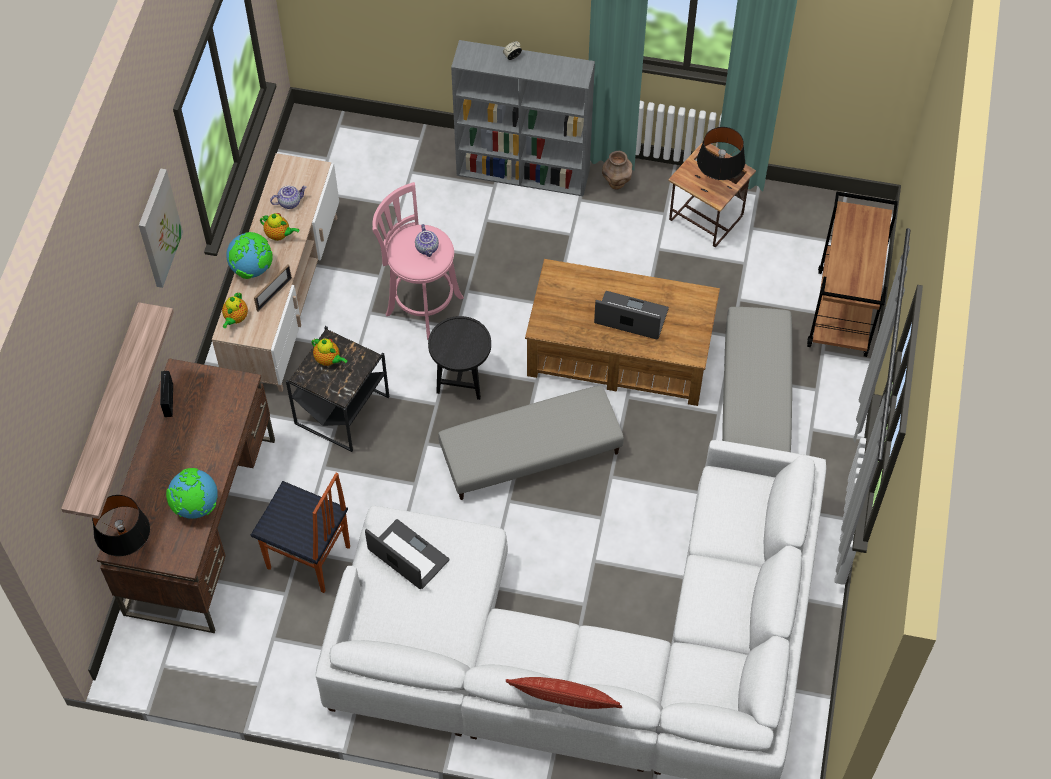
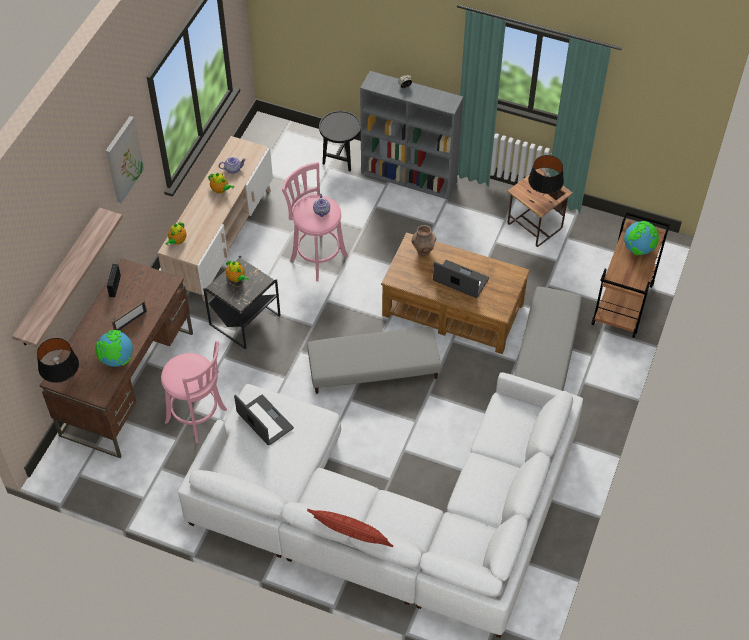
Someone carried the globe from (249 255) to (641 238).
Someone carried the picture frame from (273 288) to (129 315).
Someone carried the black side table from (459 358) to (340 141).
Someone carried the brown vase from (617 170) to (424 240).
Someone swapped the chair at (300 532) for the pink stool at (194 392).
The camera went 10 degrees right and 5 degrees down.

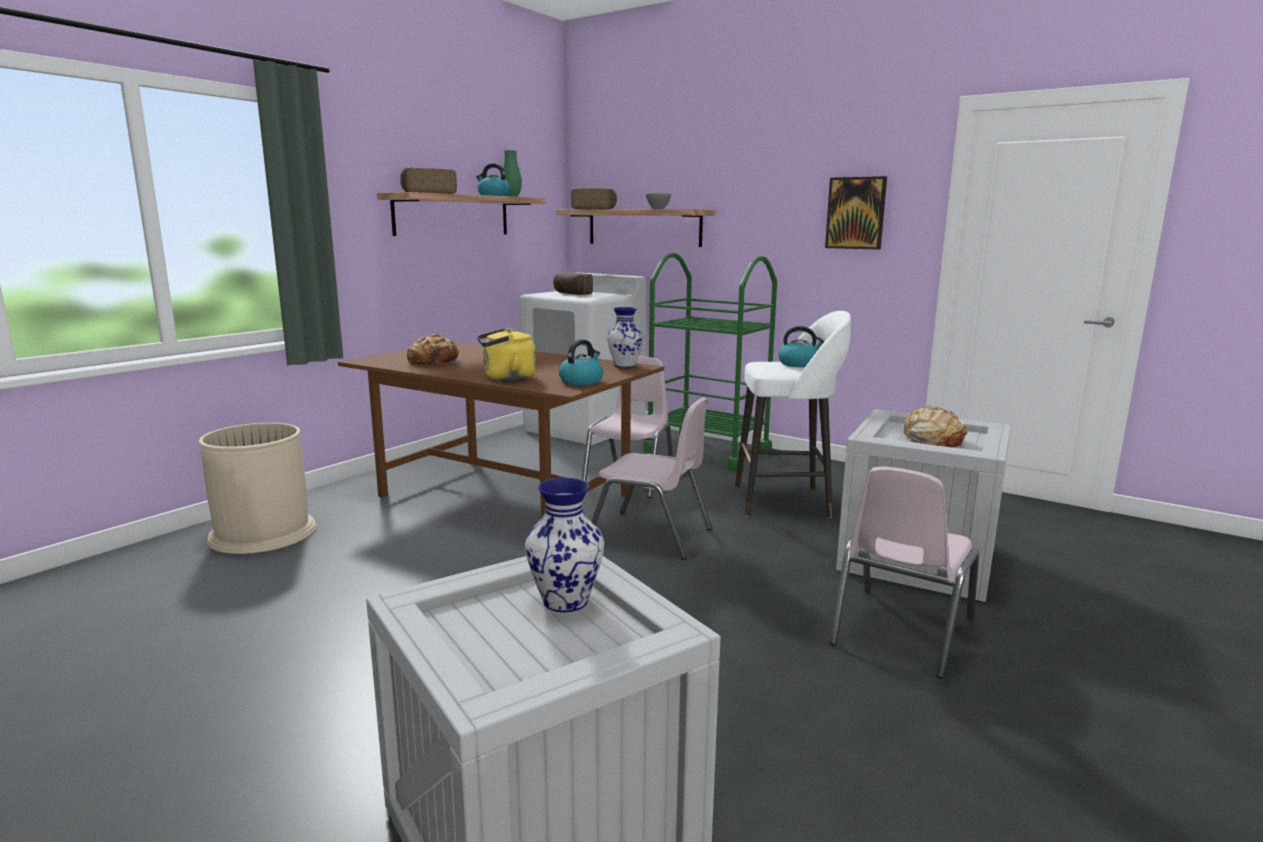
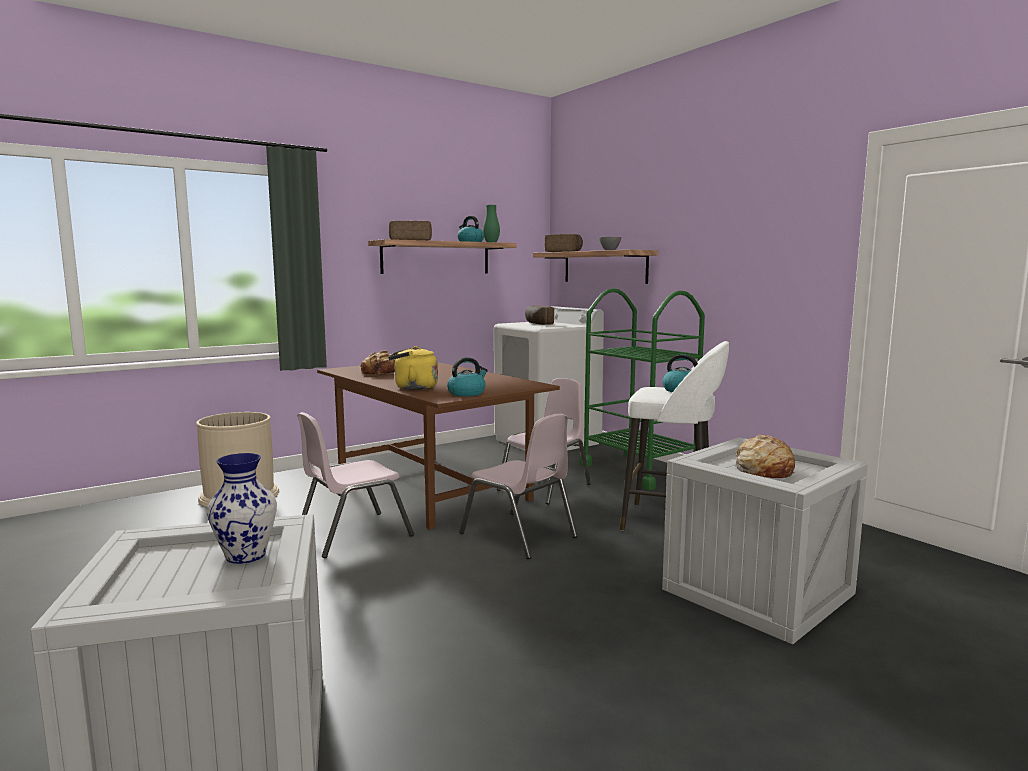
Someone took away the vase at (625 337).
Someone took away the picture at (856 213).
Someone carried the pink chair from (904 573) to (355 485).
The camera went 20 degrees right and 5 degrees down.

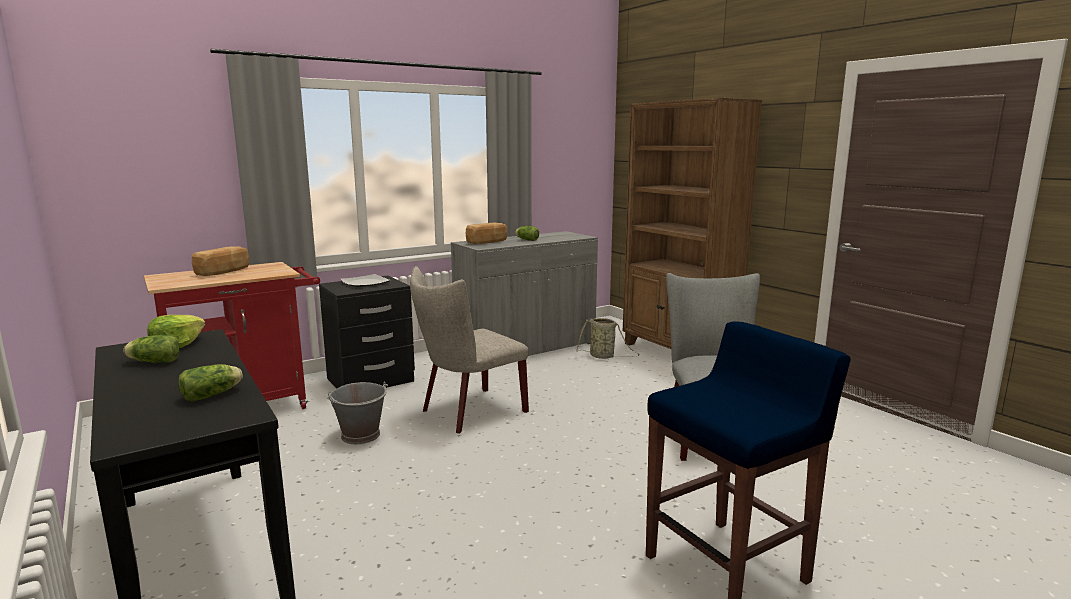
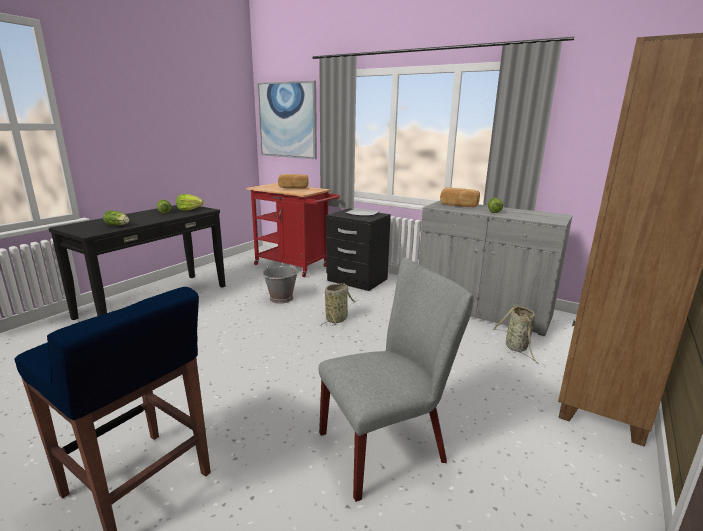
Someone put up the picture at (287 120).
Someone swapped the beige chair at (469 349) for the basket at (338 305).
The camera went 65 degrees right and 5 degrees up.

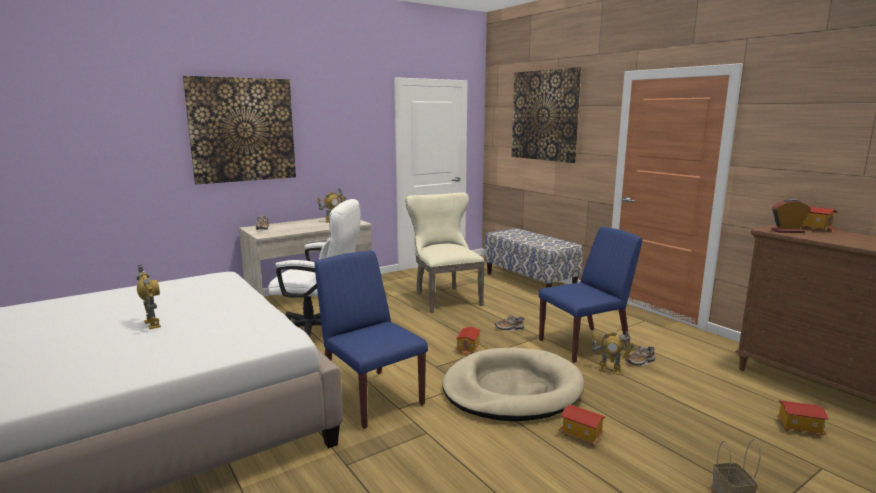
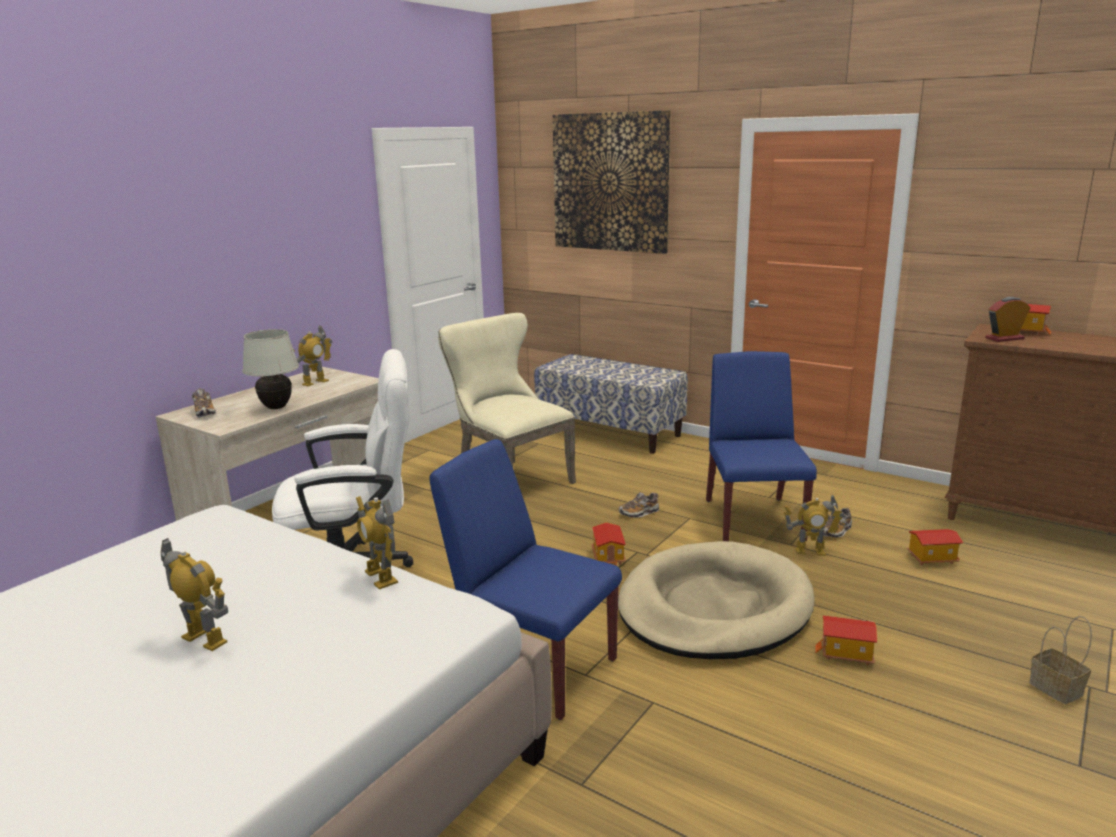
Someone took away the picture at (239 130).
Someone put down the white table lamp at (270 369).
Someone put down the toy robot at (377 542).
Someone carried the toy house from (803 418) to (935 547).
Someone rotated the blue chair at (590 295) by 45 degrees counterclockwise.
The camera went 20 degrees left and 5 degrees up.

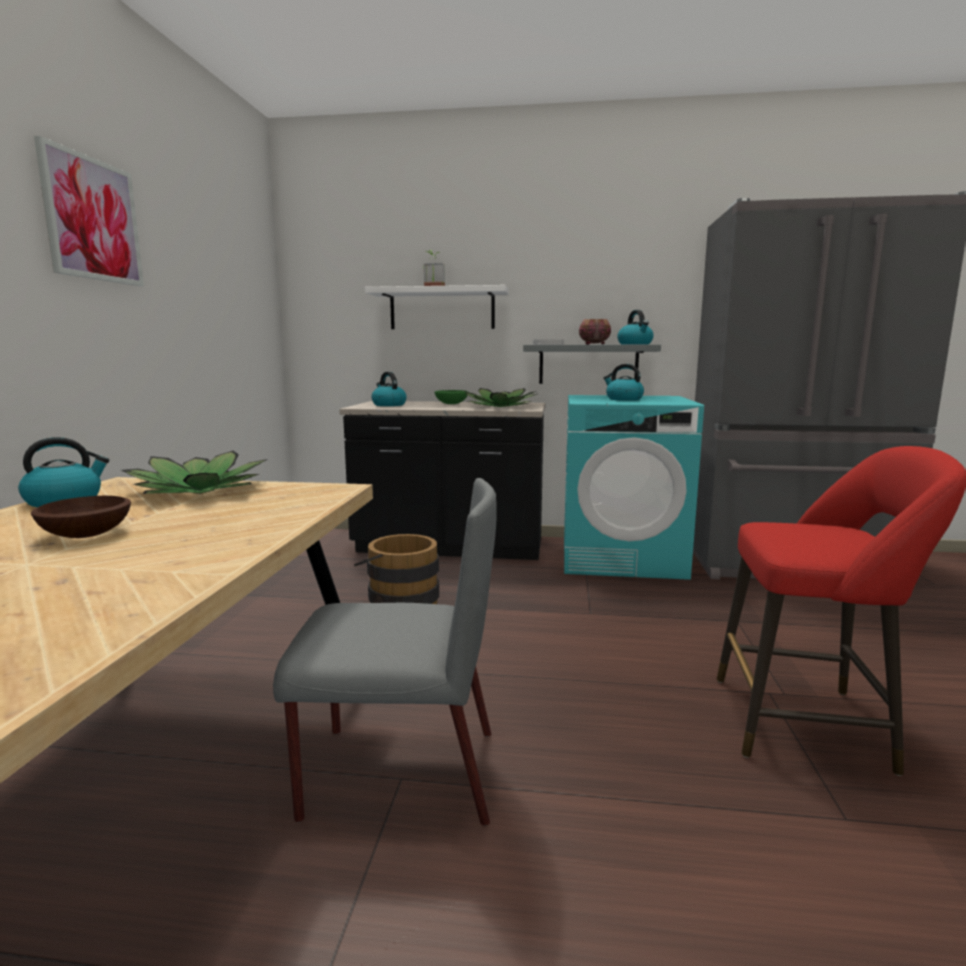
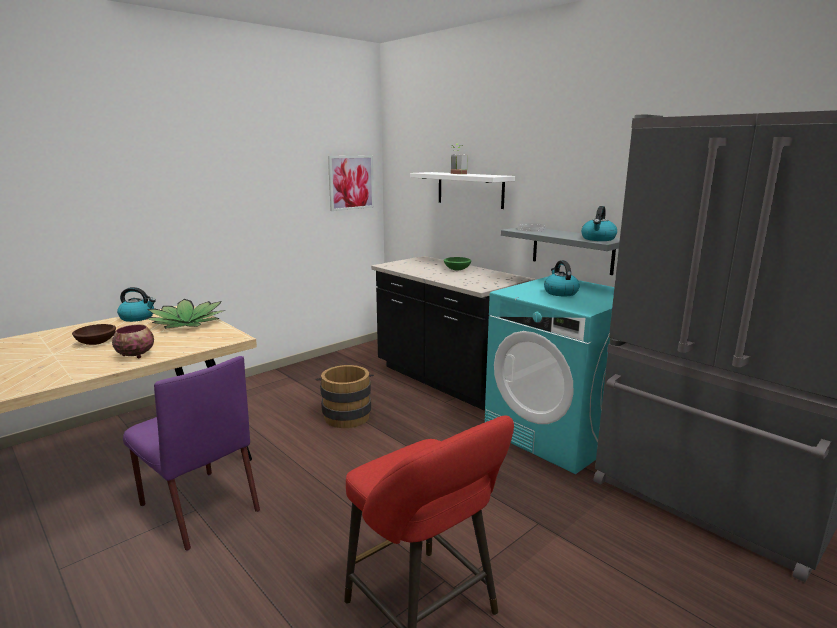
Someone took away the kettle at (389 389).
Someone took away the potted plant at (500 397).
Someone carried the picture from (89 211) to (351 183).
Someone carried the bowl from (595 332) to (133 341).
Someone repainted the grey chair at (385 652), which became the purple chair at (191 453).
The camera went 40 degrees right and 5 degrees up.

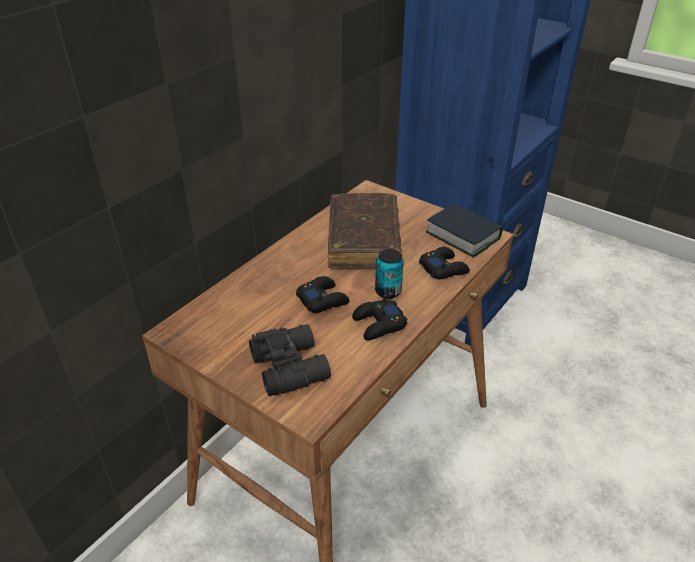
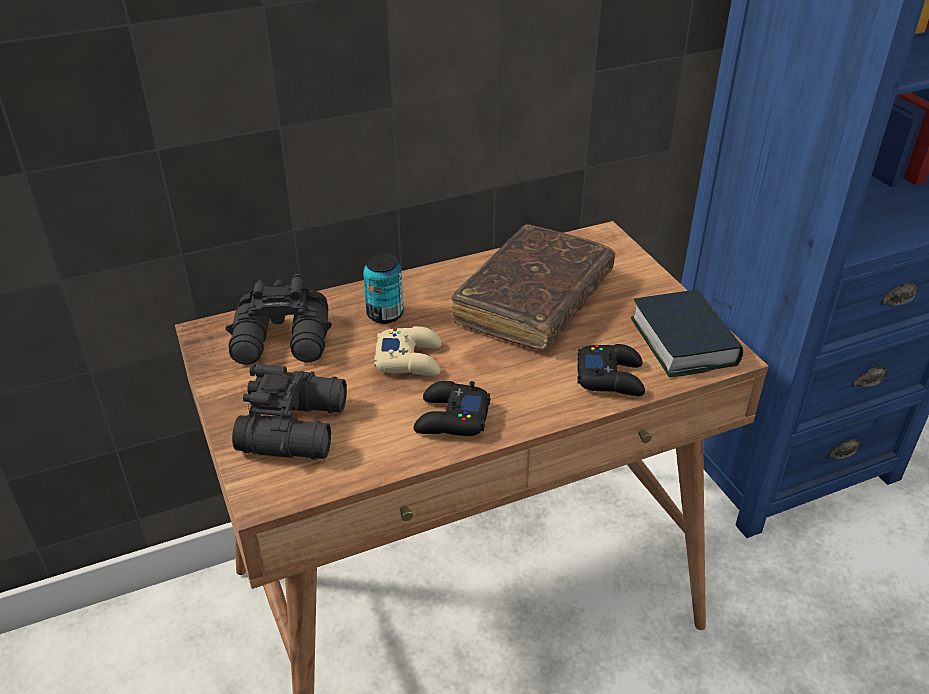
Someone put down the black binoculars at (278 319).
Someone carried the can from (389 274) to (383 288).
Someone repainted the black game controller at (323 294), which became the beige game controller at (408 351).
The camera went 30 degrees right and 0 degrees up.

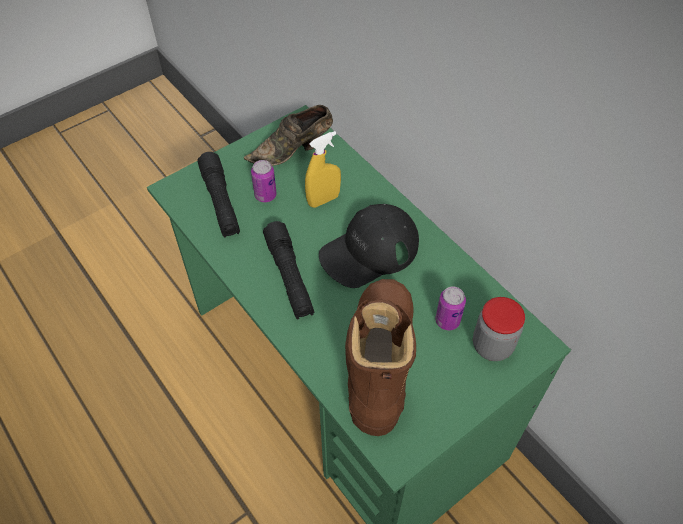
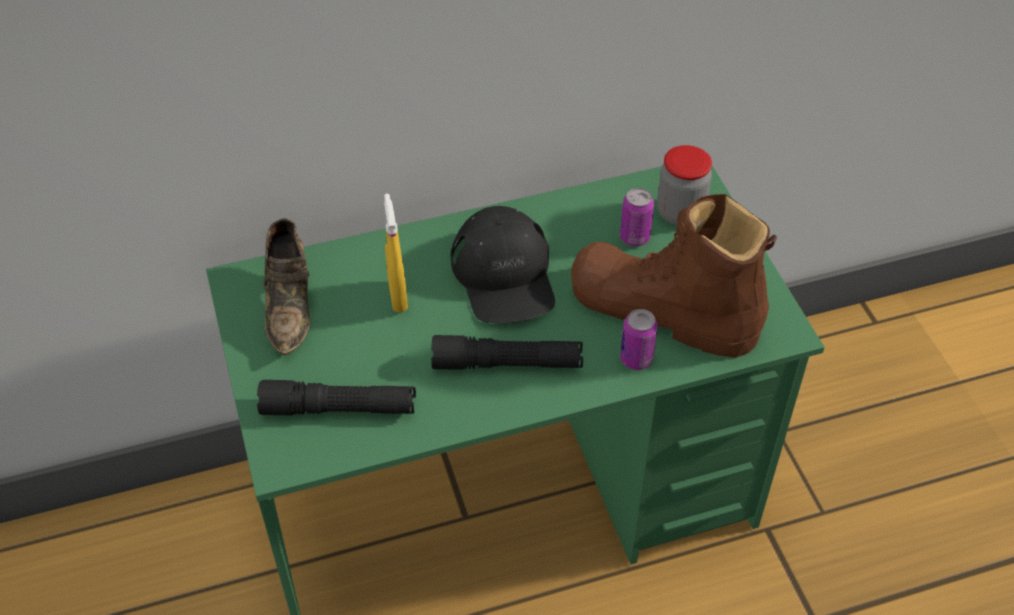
Someone carried the can from (264 181) to (639 339).
The camera went 70 degrees left and 5 degrees down.

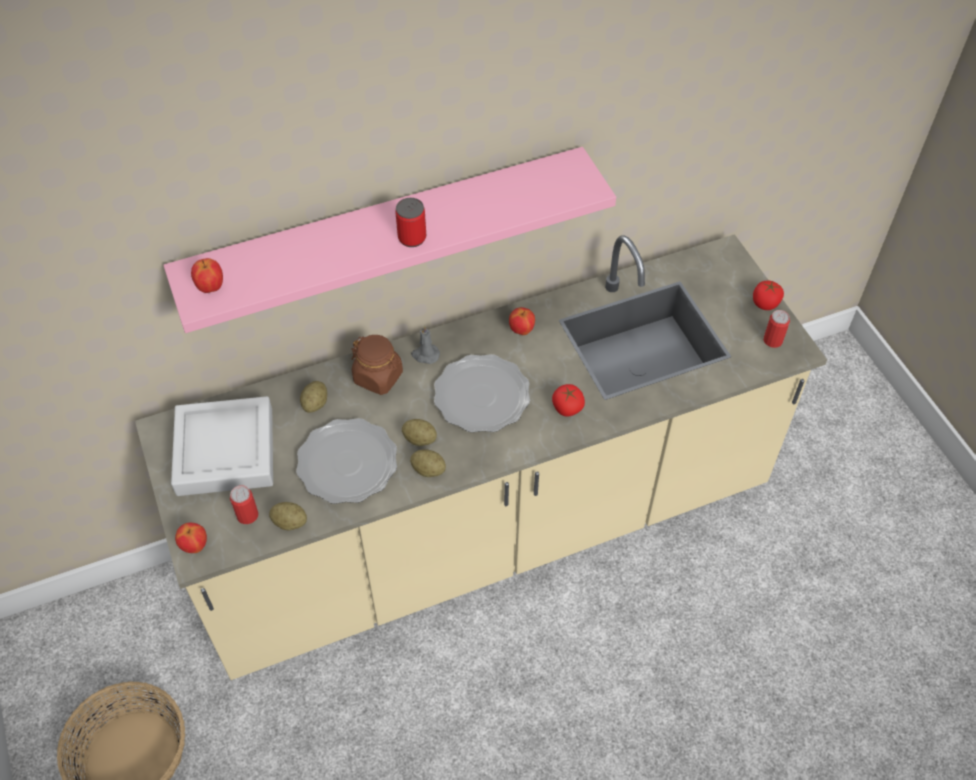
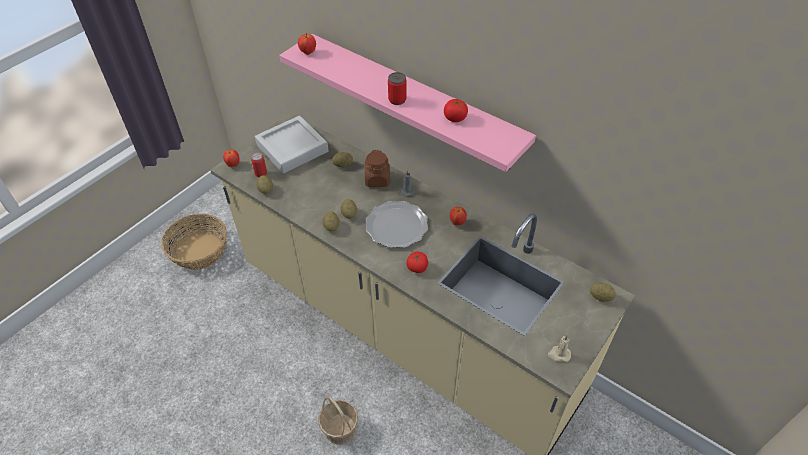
Someone took away the plate at (346 461).
Someone put down the basket at (338 420).
Someone put down the potato at (603 292).
Someone carried the tomato from (768 295) to (456 110).
Someone swapped the can at (776 329) for the beige candle at (559 348).
The camera went 60 degrees right and 5 degrees down.

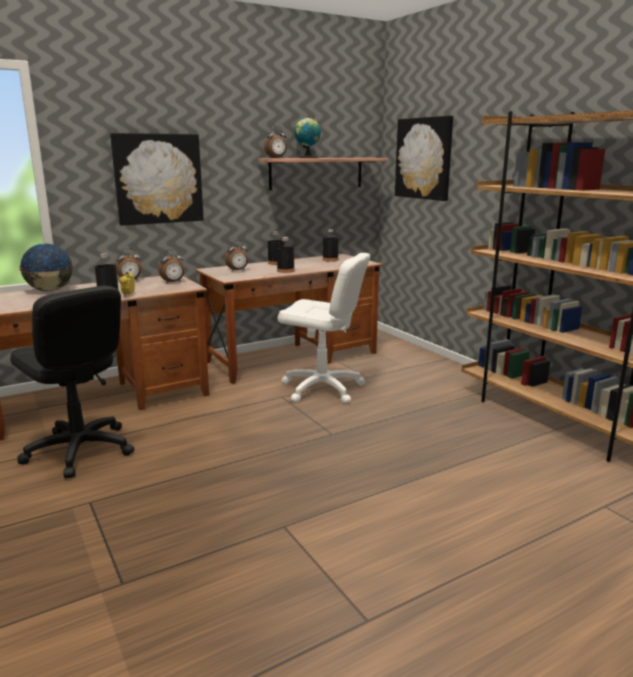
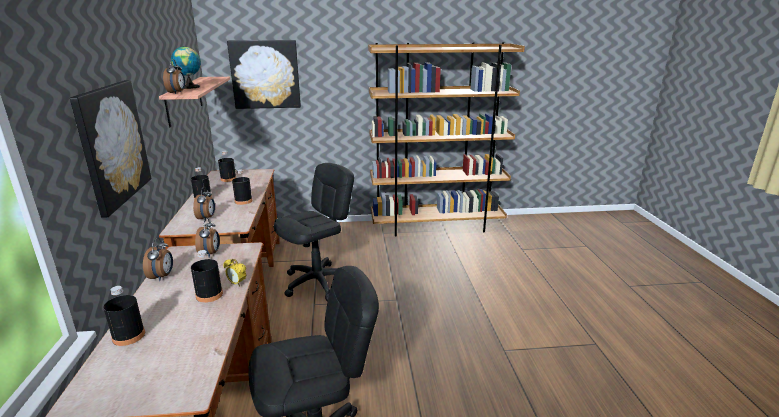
Someone swapped the globe at (46 267) for the black bottle at (124 316).
Someone repainted the white office chair at (324 328), which became the black office chair at (314 232).
The camera went 65 degrees left and 5 degrees up.

